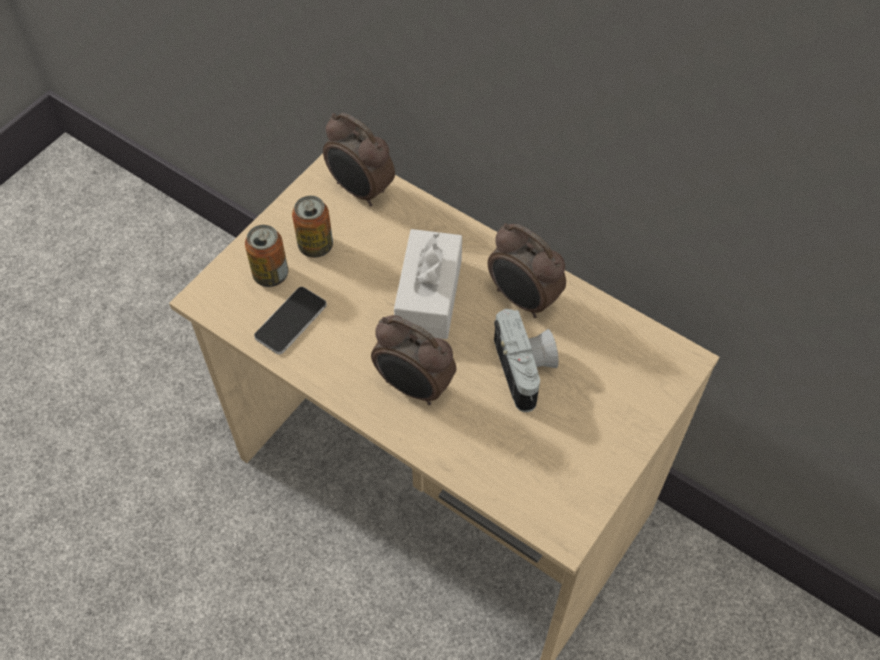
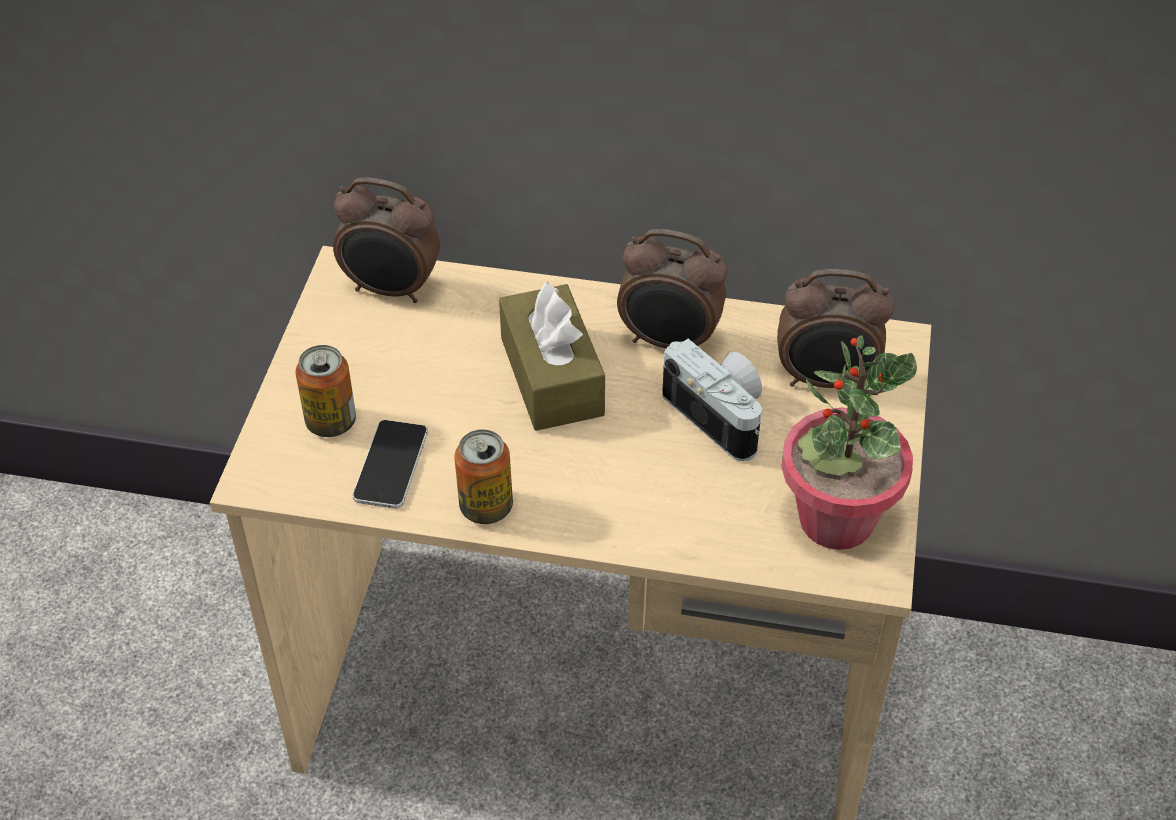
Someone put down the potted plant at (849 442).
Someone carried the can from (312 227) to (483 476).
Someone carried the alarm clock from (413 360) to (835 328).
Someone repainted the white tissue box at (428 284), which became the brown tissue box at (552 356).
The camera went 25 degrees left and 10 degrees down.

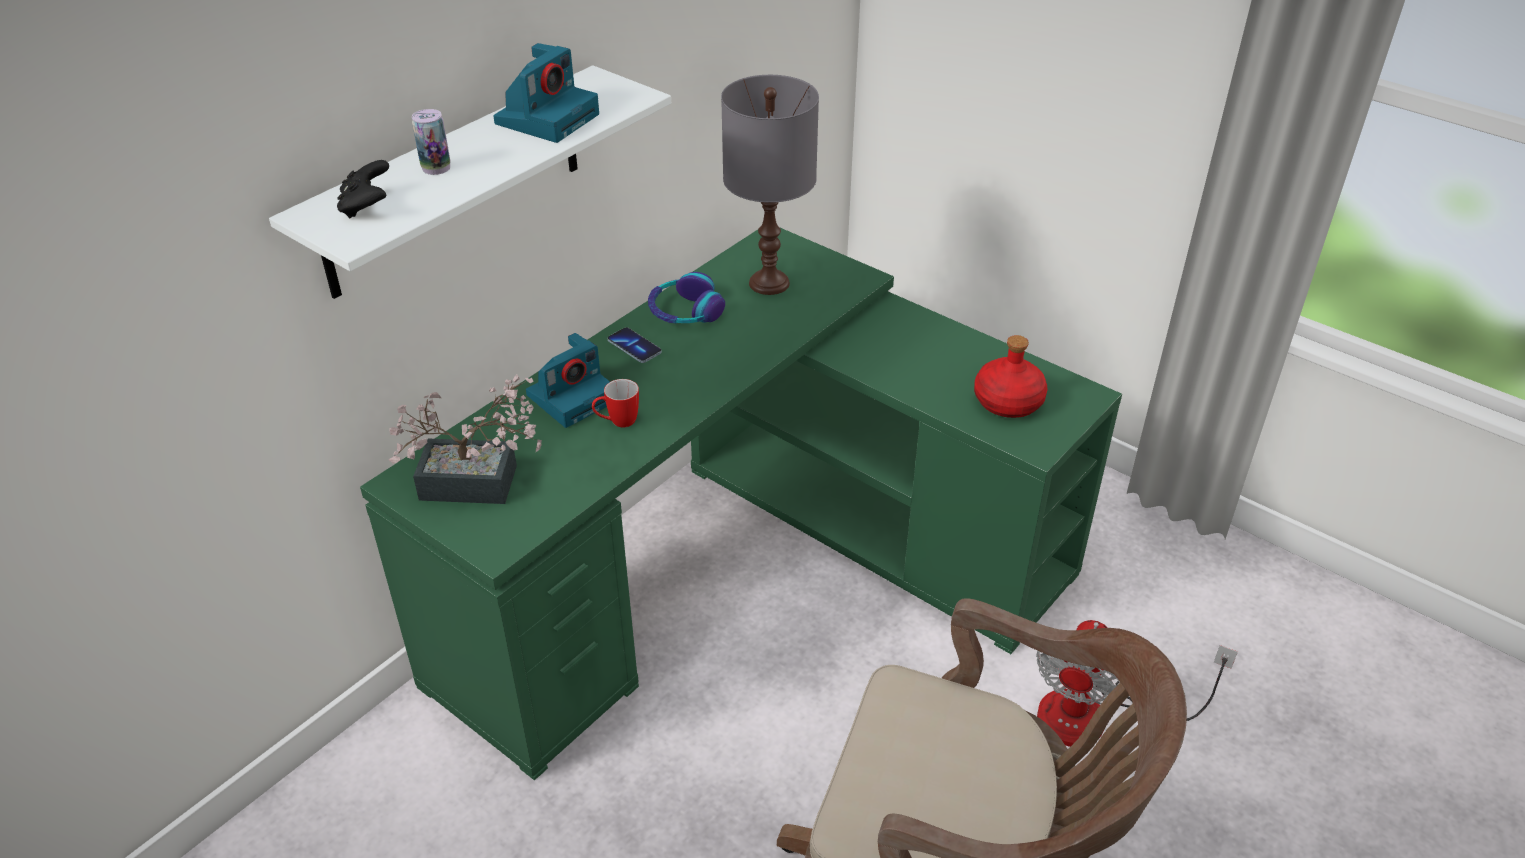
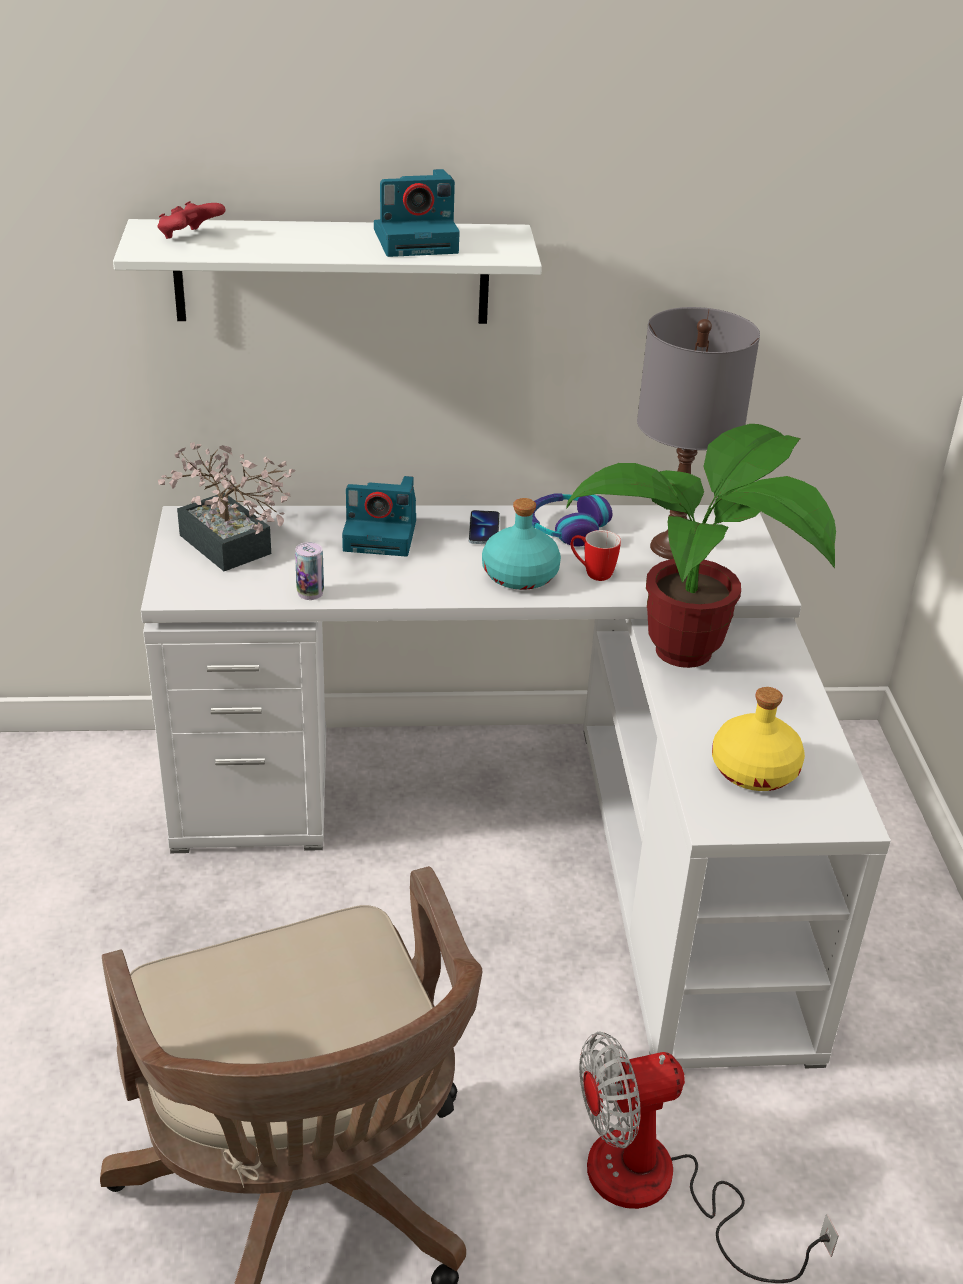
Someone put down the turquoise bottle at (521 544).
Someone put down the potted plant at (701 546).
Someone carried the can from (431 142) to (309 571).
Someone carried the mug from (615 403) to (596 555).
Someone repainted the black game controller at (363 189), which became the red game controller at (192 220).
Someone repainted the green desk at (741 504), which became the white desk at (516 787).
Someone repainted the red bottle at (1011 376), which became the yellow bottle at (758 739).
The camera went 45 degrees right and 5 degrees down.

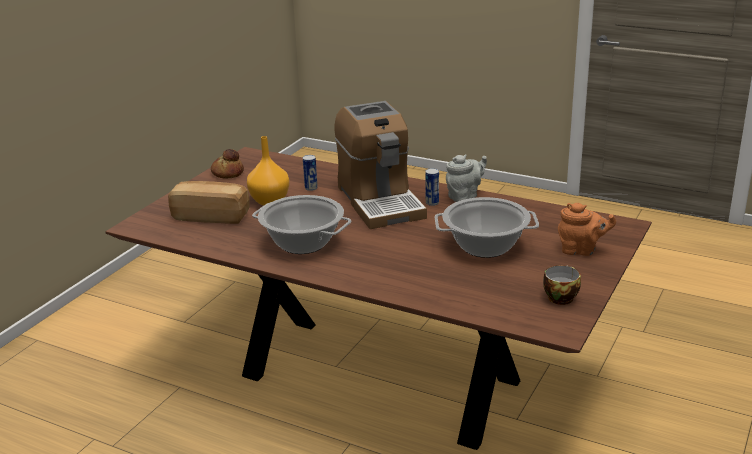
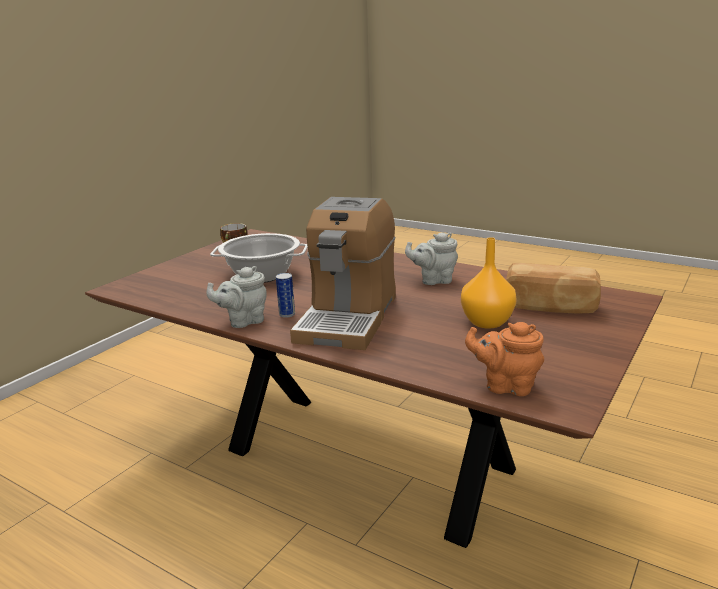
Someone took away the bread at (227 164).
Someone took away the can at (310 173).
Someone carried the orange teapot from (587 229) to (504 359).
Someone swapped the cooking pot at (301 224) for the grey teapot at (431 258).
Someone rotated the coffee machine at (381 165) by 150 degrees counterclockwise.
The camera went 175 degrees left and 5 degrees down.

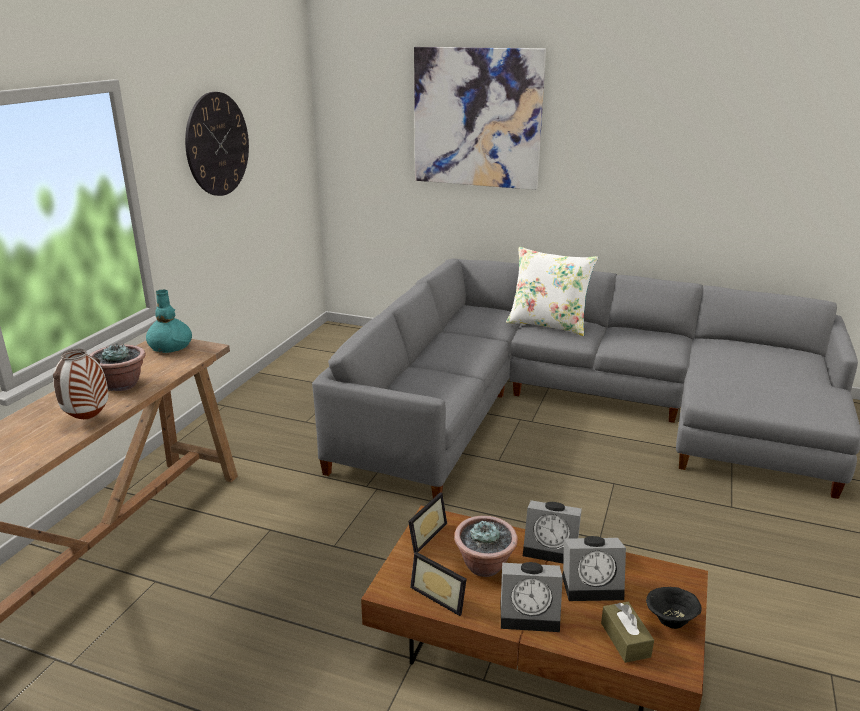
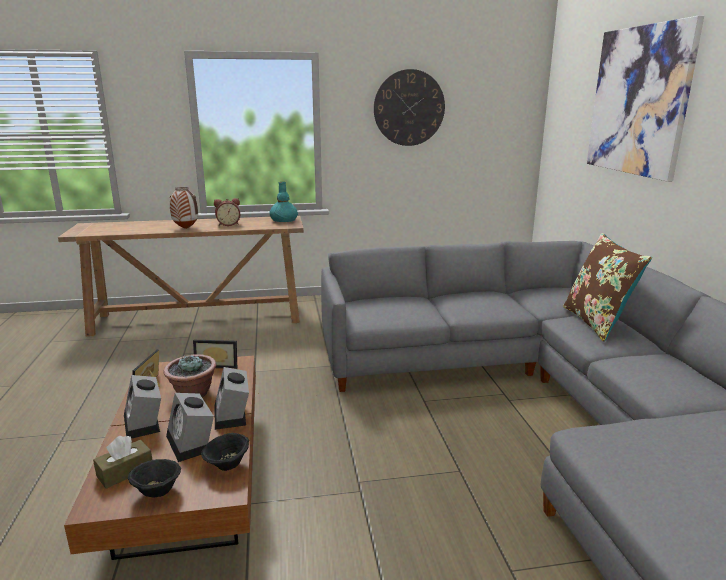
Someone put down the black bowl at (225 452).
Someone swapped the potted plant at (118 367) for the alarm clock at (227 212).
Someone repainted the white pillow at (552 291), which became the brown pillow at (607 287).
The camera went 60 degrees right and 5 degrees down.

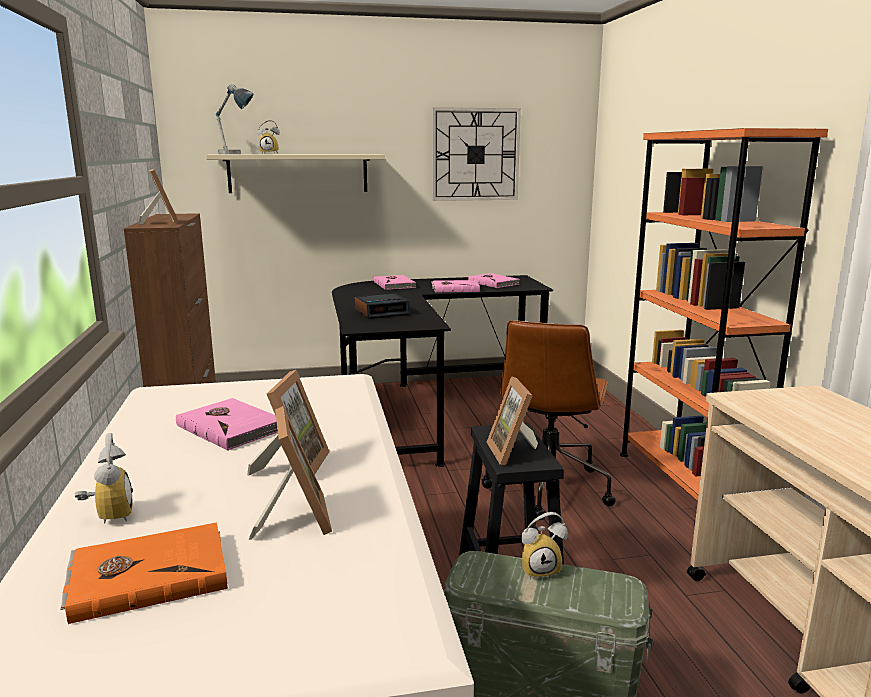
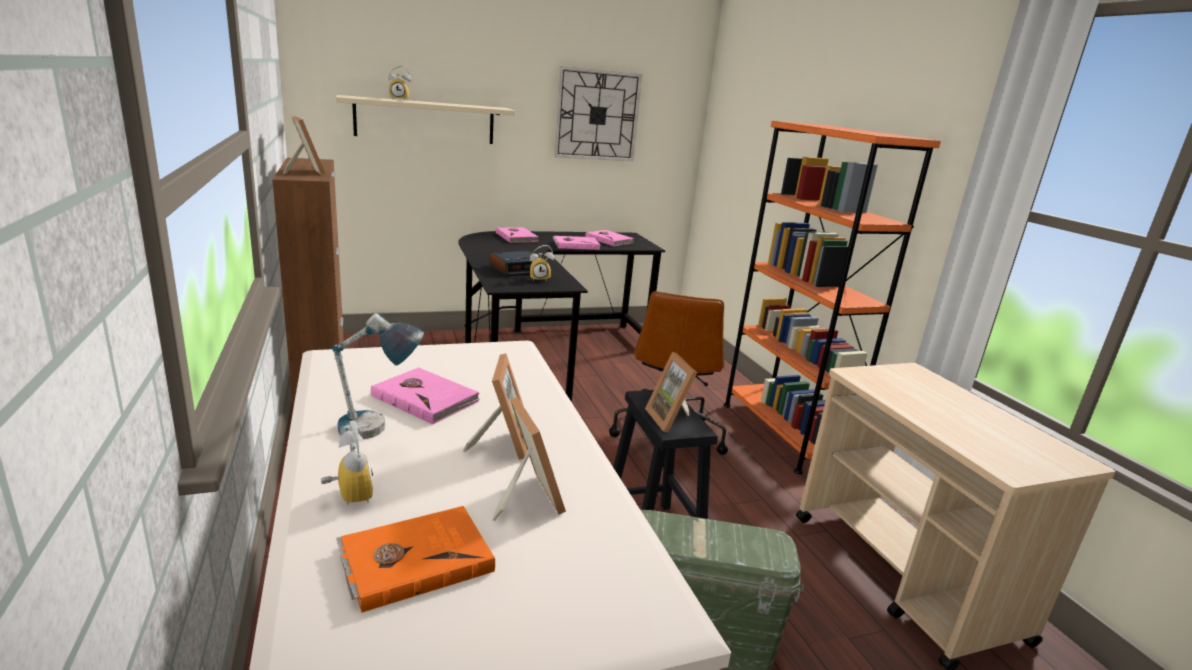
Someone carried the table lamp from (234 118) to (378 376).
Someone carried the alarm clock from (544 545) to (542 263).
The camera went 10 degrees left and 5 degrees up.

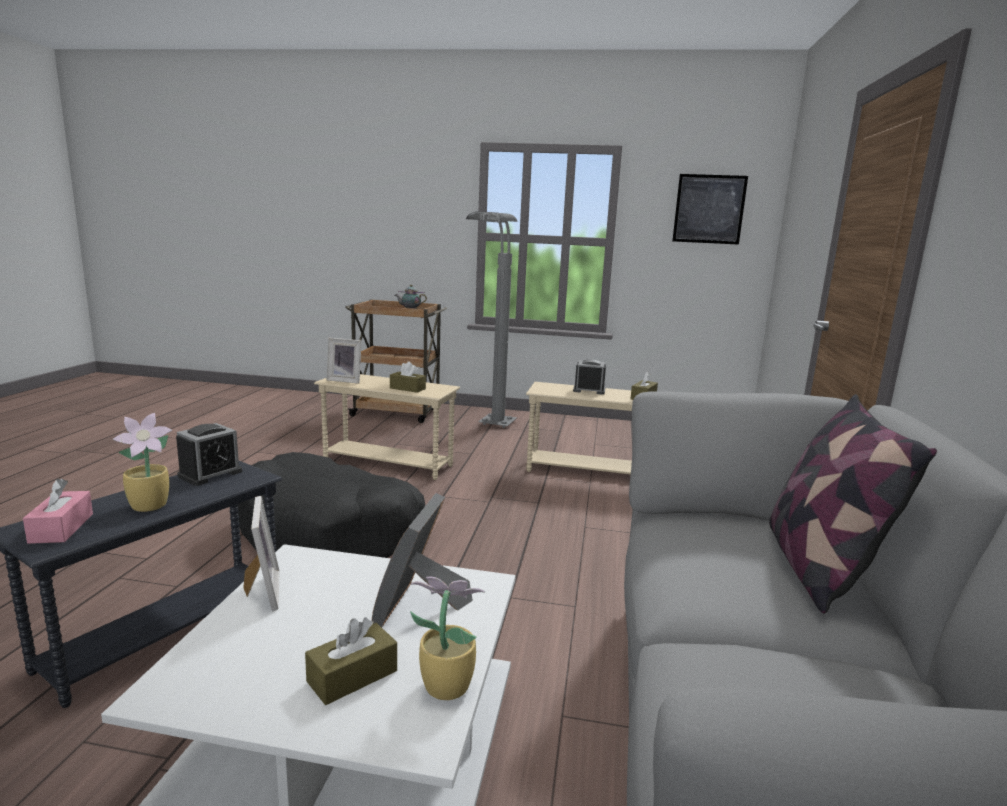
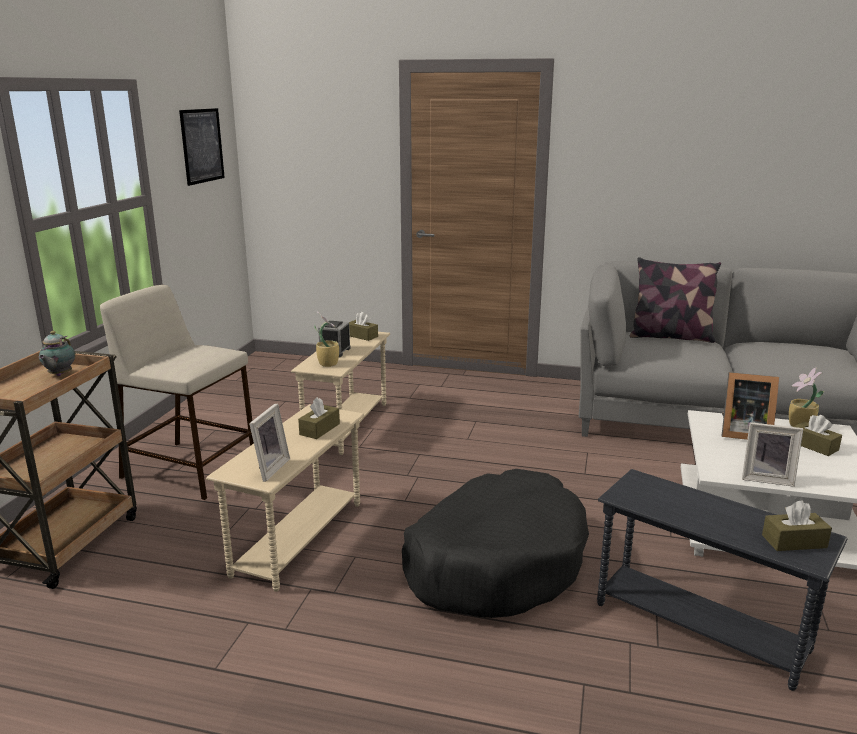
Someone took away the alarm clock at (209 454).
Someone carried the potted plant from (142 462) to (327 339).
Someone swapped the grey floor lamp at (492 320) for the beige stool at (177 392).
Someone repainted the pink tissue box at (58 511), which became the brown tissue box at (797 525).
Someone rotated the picture frame at (261 554) by 150 degrees counterclockwise.
The camera went 85 degrees left and 5 degrees up.

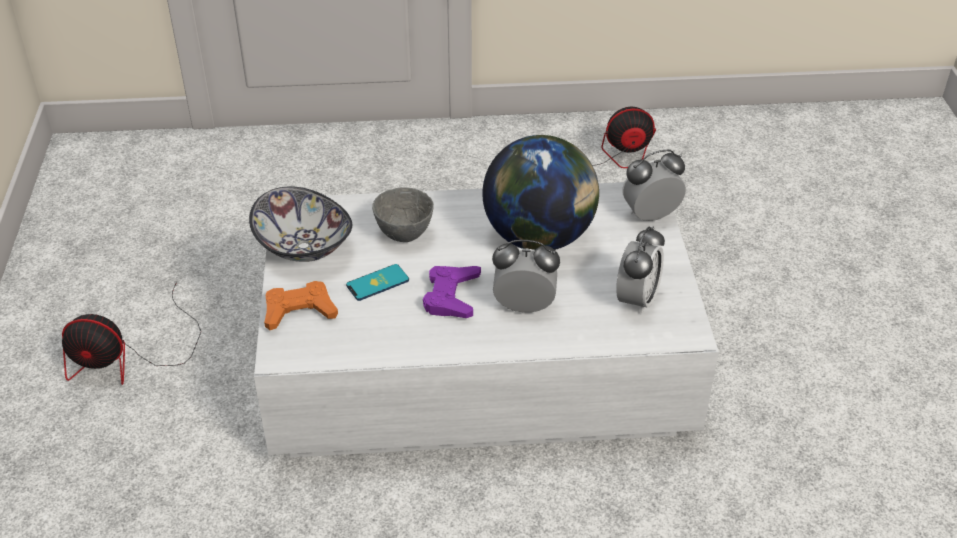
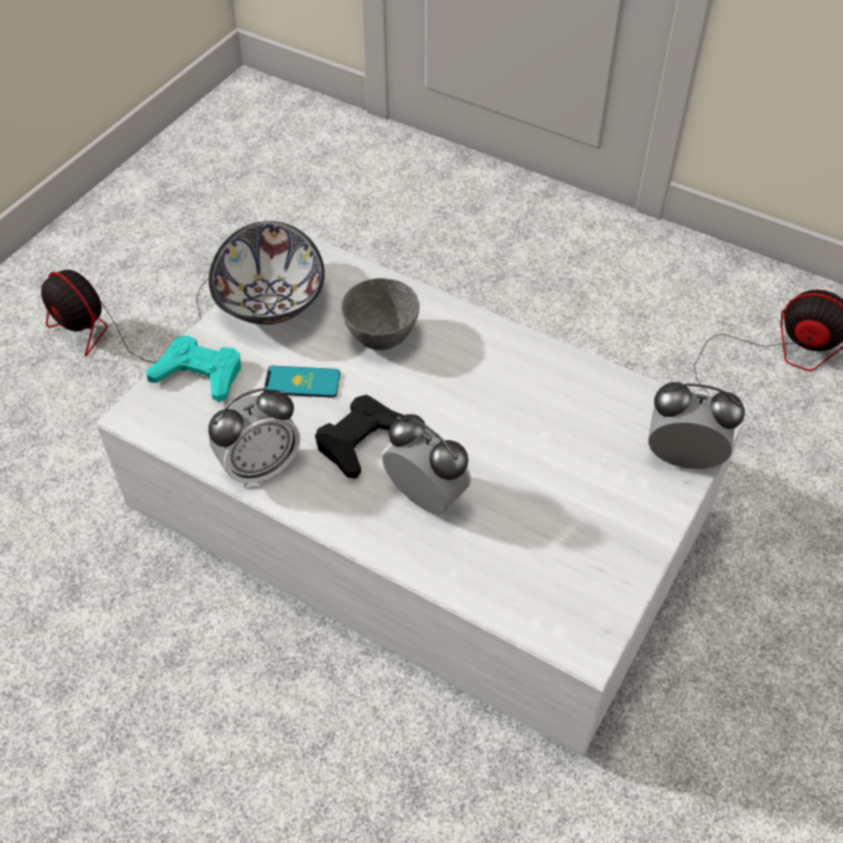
Someone took away the globe at (540 192).
Someone carried the alarm clock from (640 270) to (254 437).
Someone repainted the orange game controller at (301 305), which became the turquoise game controller at (193 369).
Someone repainted the purple game controller at (452 292), which became the black game controller at (359 437).
The camera went 35 degrees right and 10 degrees up.

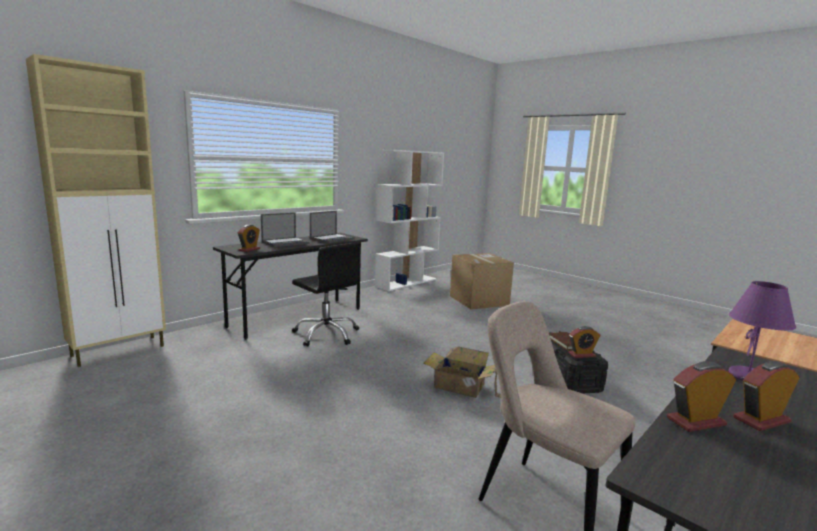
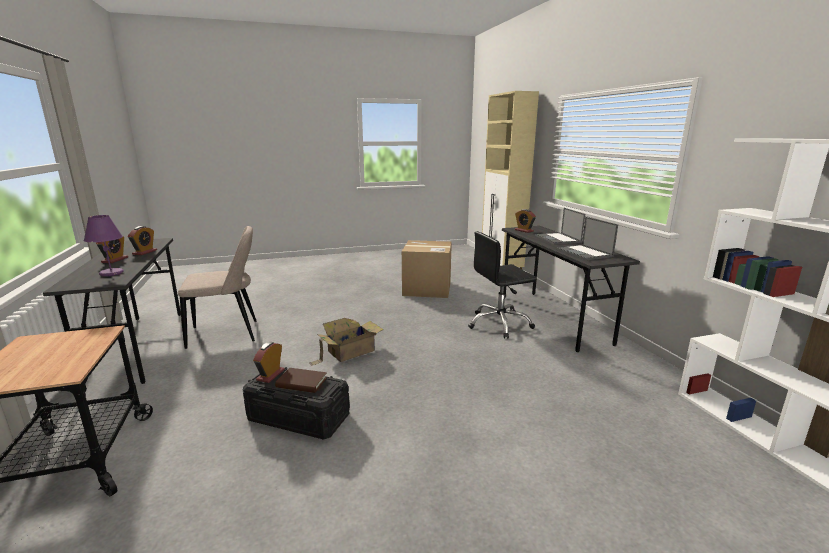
Someone carried the cardboard box from (482 281) to (427 269).
The camera went 120 degrees right and 5 degrees up.

